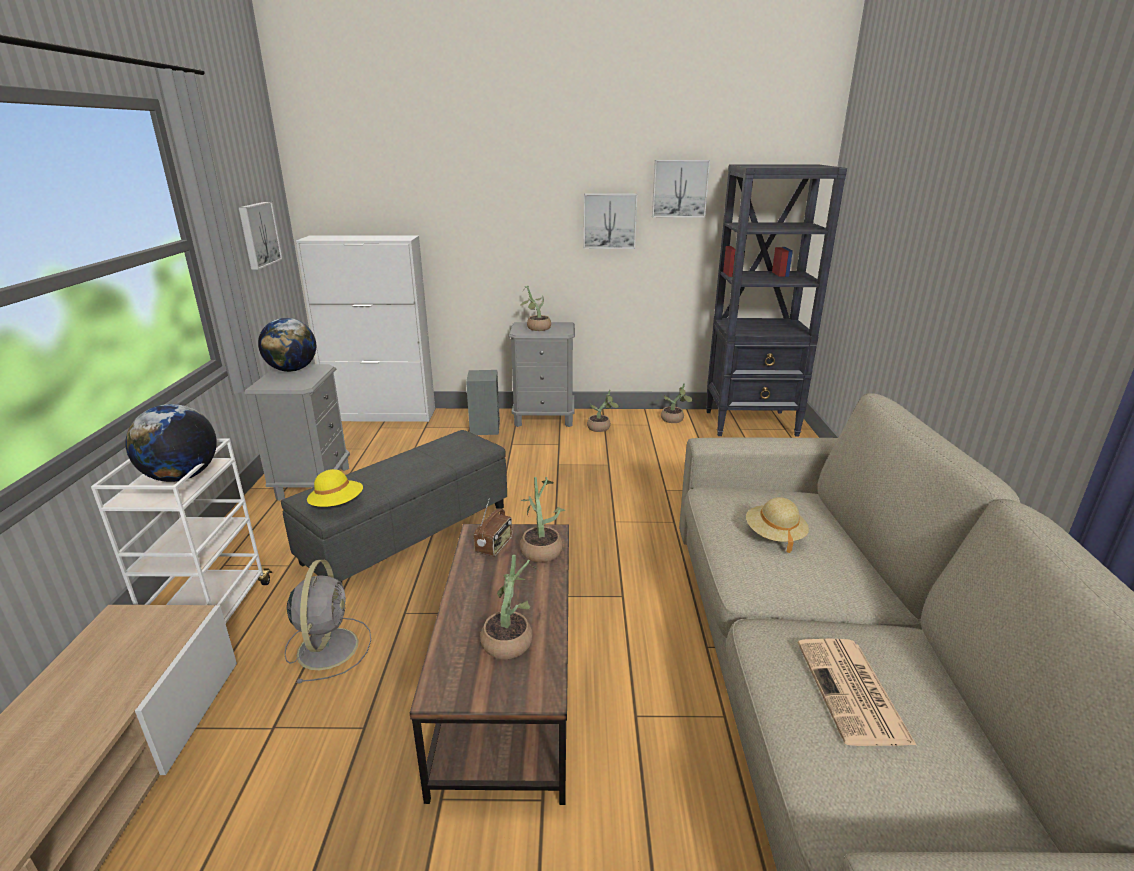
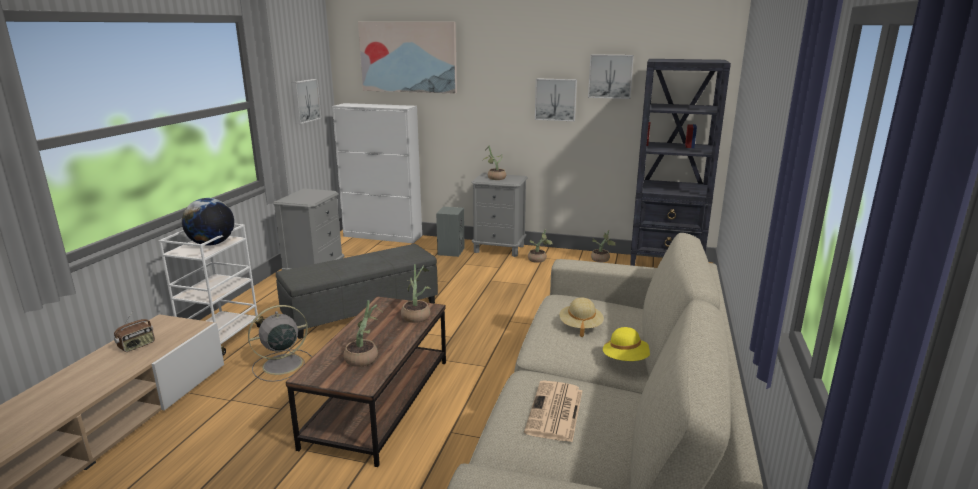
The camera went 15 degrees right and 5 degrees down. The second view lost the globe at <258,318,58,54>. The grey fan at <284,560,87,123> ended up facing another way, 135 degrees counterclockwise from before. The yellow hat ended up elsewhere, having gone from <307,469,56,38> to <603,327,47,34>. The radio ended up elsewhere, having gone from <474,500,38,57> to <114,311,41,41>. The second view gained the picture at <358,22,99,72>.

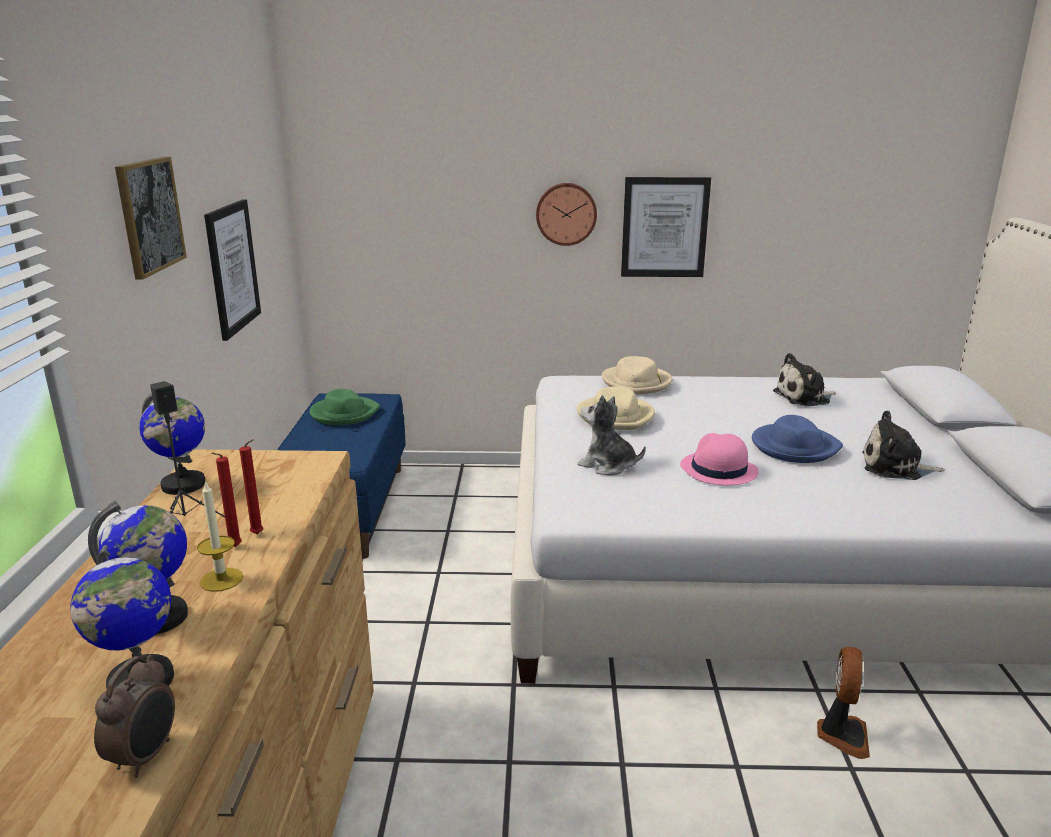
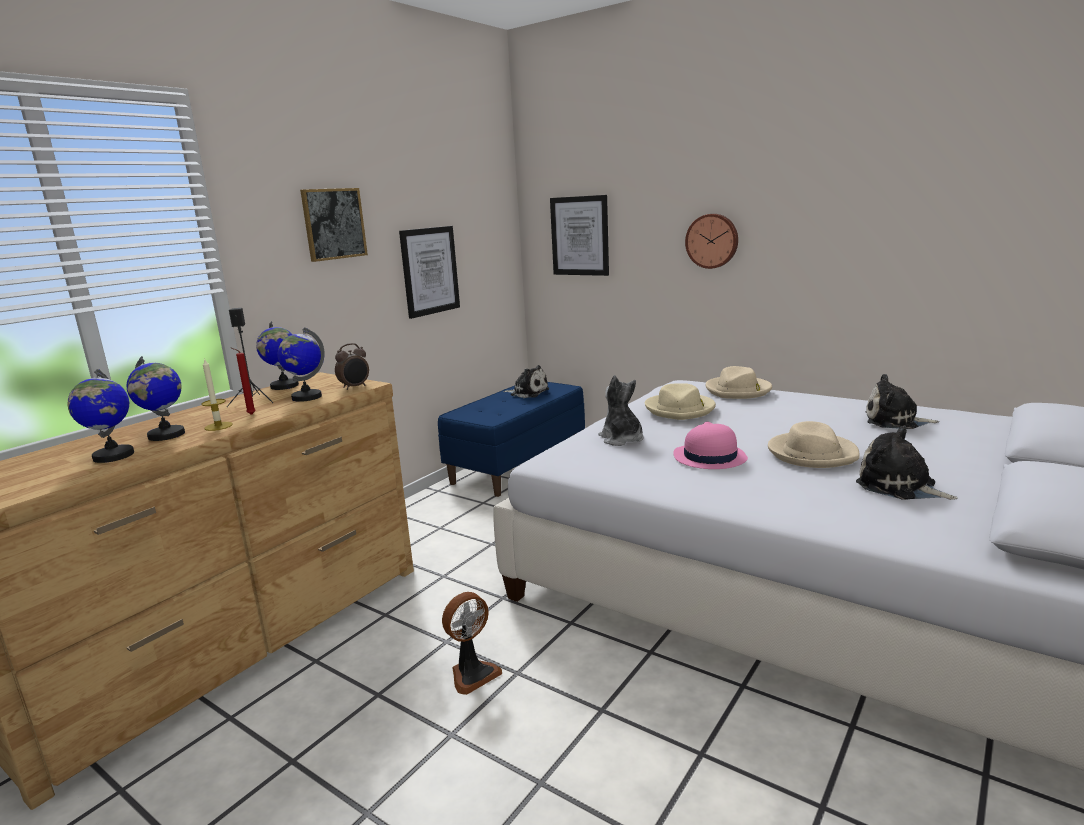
The camera went 35 degrees right and 5 degrees down. The alarm clock ended up elsewhere, having gone from <94,655,81,122> to <335,343,34,47>. The second view lost the red candle at <239,439,24,95>. Where the green hat stood at <309,389,71,36>, the plush toy came to stand at <503,365,46,33>. The picture ended up elsewhere, having gone from <621,177,90,100> to <550,195,59,81>. What was the blue hat at <752,415,91,48> turned into the beige hat at <768,421,92,47>. The fan ended up elsewhere, having gone from <817,647,53,112> to <442,592,60,103>. The second view gained the globe at <277,327,48,75>.

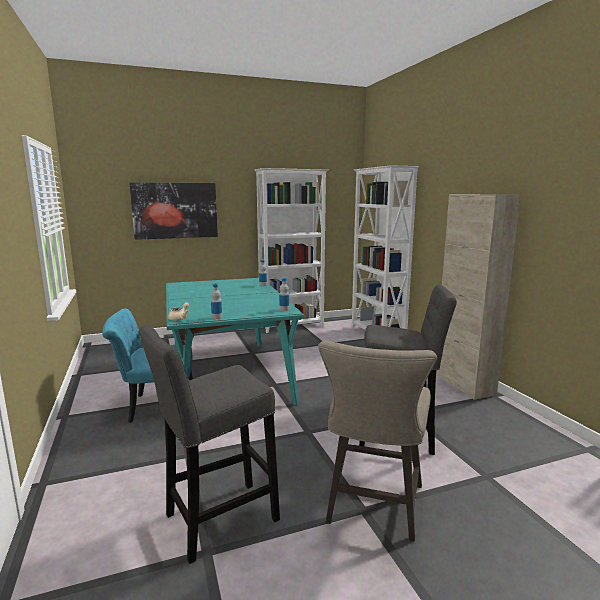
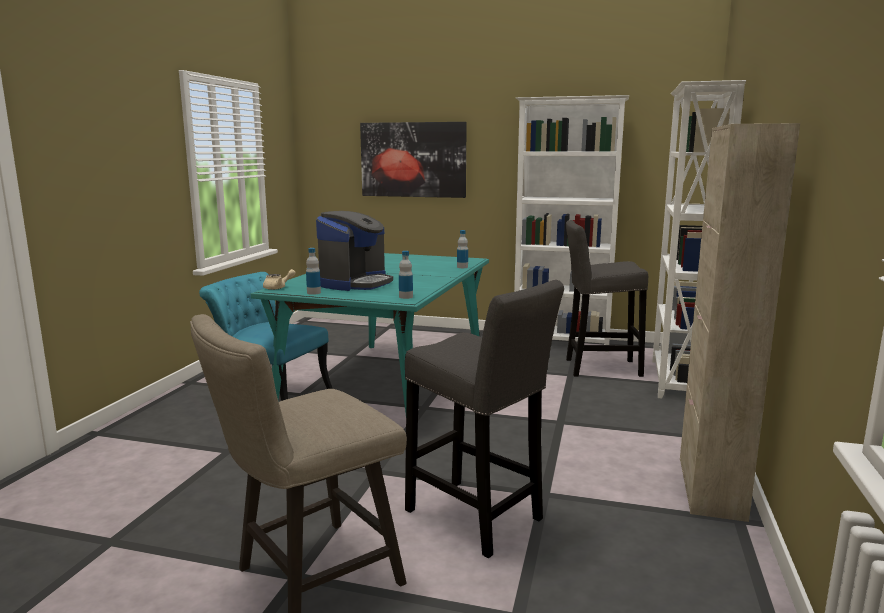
The camera went 35 degrees right and 0 degrees up. The grey stool ended up elsewhere, having gone from <139,324,141,240> to <566,220,82,157>. The second view gained the coffee machine at <316,211,77,80>.

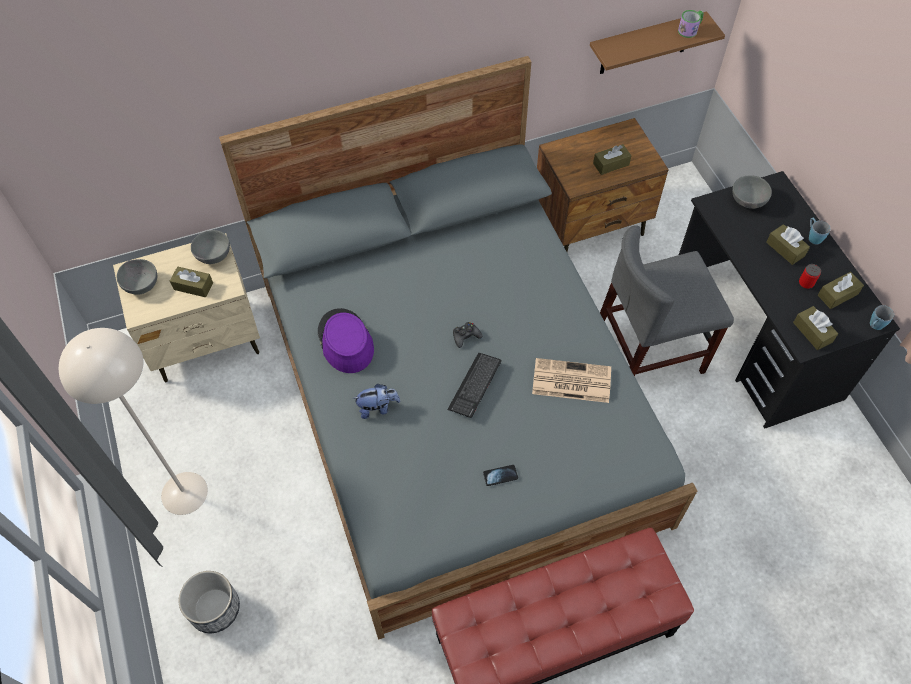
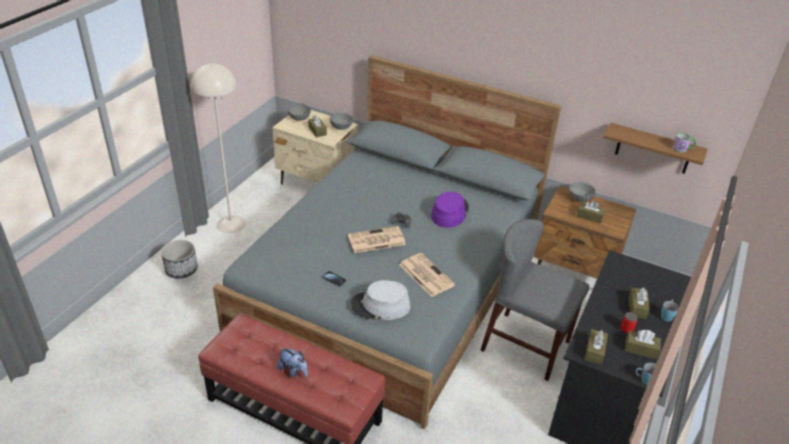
The camera went 45 degrees right and 20 degrees down. The purple hat ended up elsewhere, having gone from <318,308,56,65> to <431,192,38,36>. The plush toy ended up elsewhere, having gone from <352,384,48,35> to <278,348,30,30>. Where the keyboard stood at <447,353,54,65>, the newspaper came to stand at <348,226,58,27>. The grey bowl ended up elsewhere, having gone from <732,175,40,34> to <569,182,27,20>. The second view gained the grey hat at <350,280,61,40>.

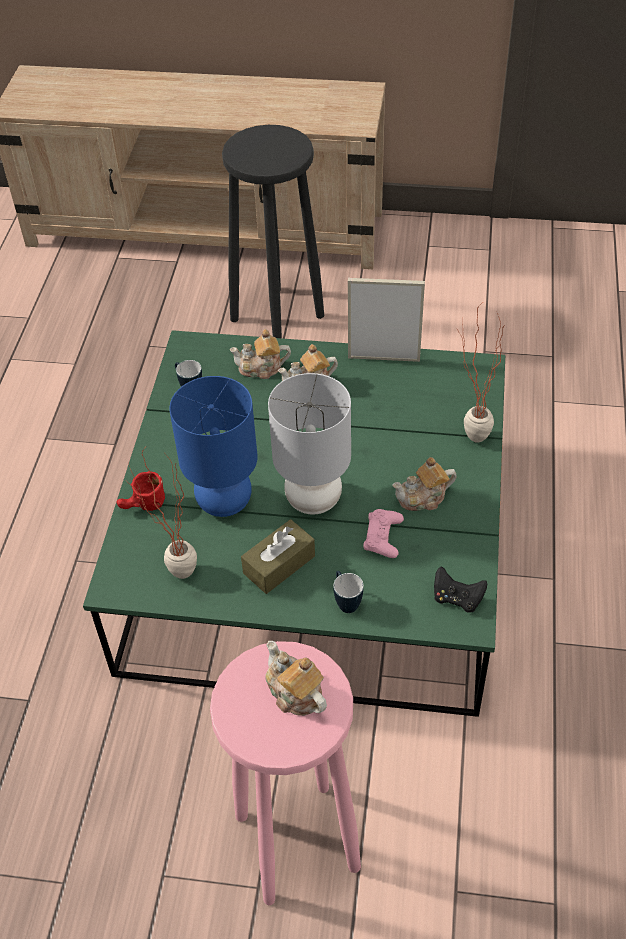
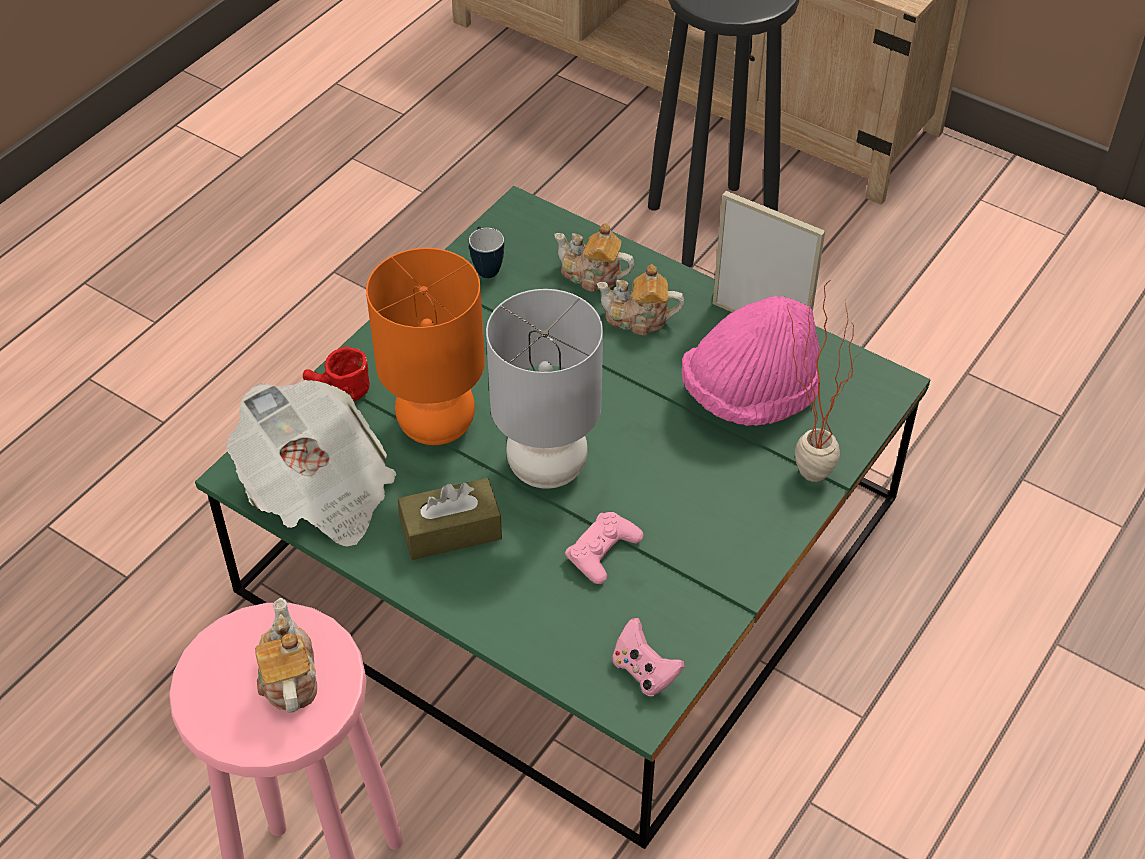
The camera went 25 degrees right and 0 degrees up. Where the potted plant stood at <128,446,69,133>, the newspaper came to stand at <227,380,169,167>. What was the blue table lamp at <169,376,89,141> turned into the orange table lamp at <366,248,119,197>. The second view lost the mug at <333,571,31,42>. The second view lost the teapot at <392,457,65,54>. What was the black game controller at <434,566,53,47> turned into the pink game controller at <612,618,73,78>. The second view gained the pink hat at <682,296,137,130>.

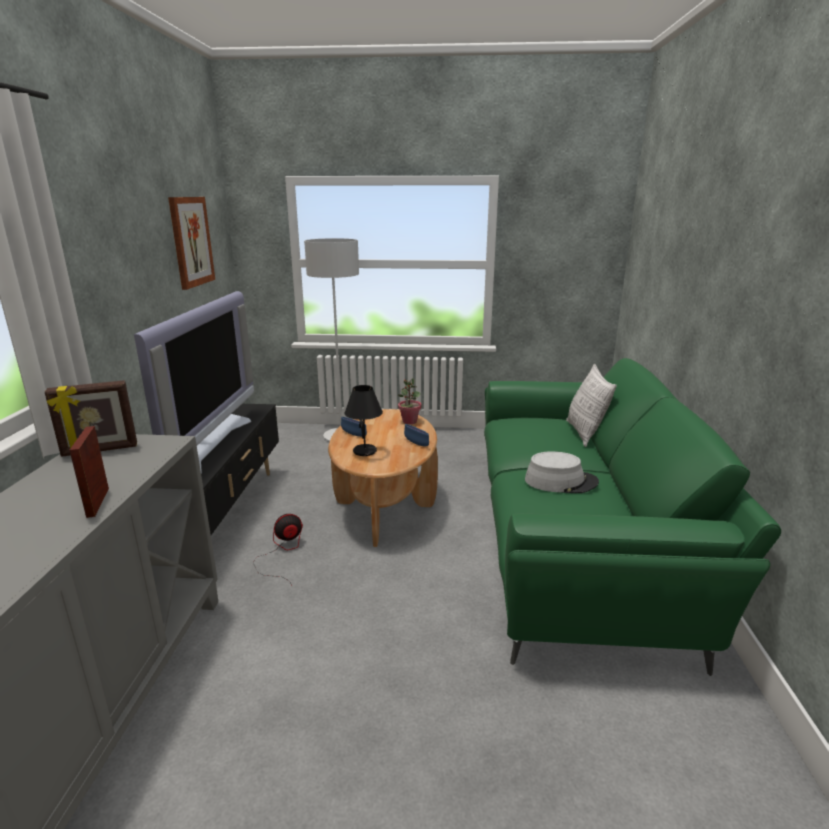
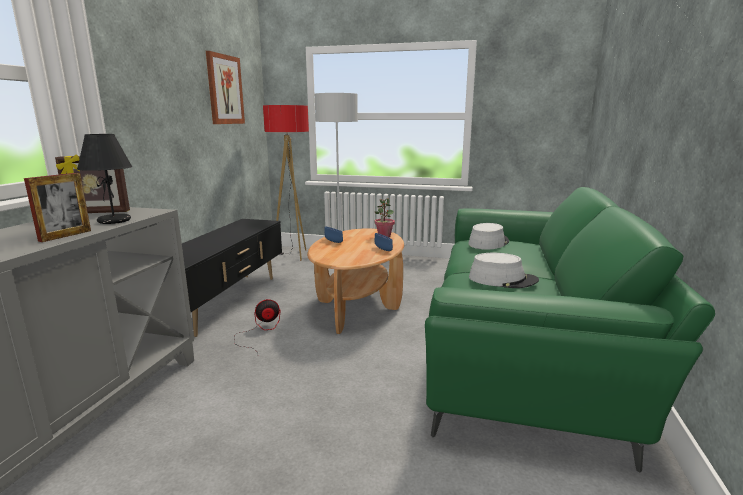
The camera went 10 degrees right and 5 degrees down. The picture frame at <70,426,39,92> ended up facing another way, 150 degrees counterclockwise from before. The second view lost the television at <134,291,120,183>. The black table lamp ended up elsewhere, having gone from <344,385,39,71> to <77,134,56,90>. The second view lost the pillow at <566,364,51,83>. The second view gained the floor lamp at <263,105,46,156>. The second view gained the grey hat at <468,223,41,27>.

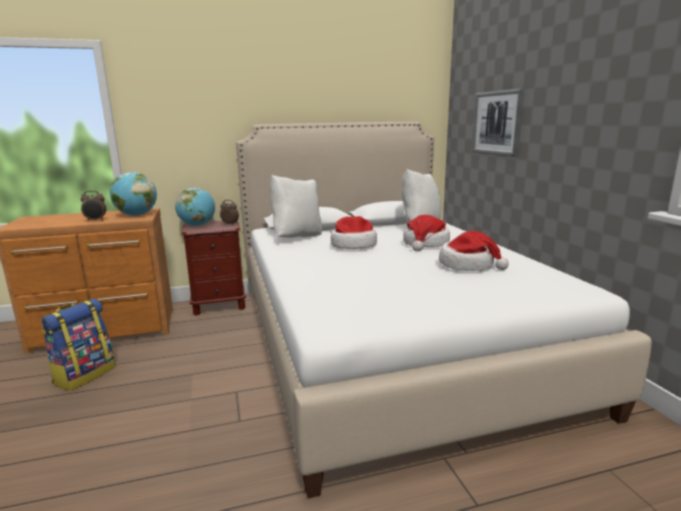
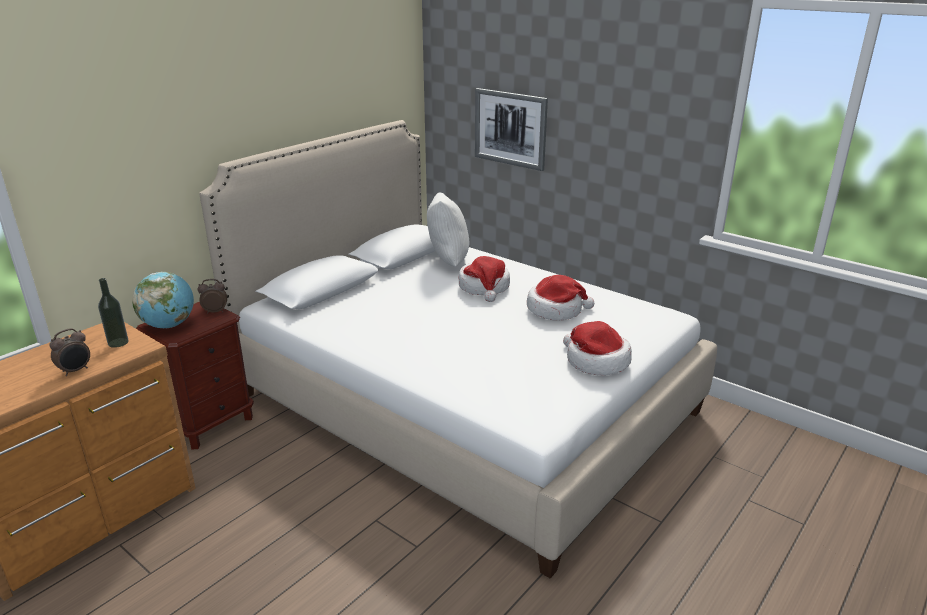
The camera went 35 degrees left and 10 degrees up. The second view lost the backpack at <41,299,74,92>. Where the globe stood at <110,172,47,44>, the bottle came to stand at <98,278,31,70>. The second view lost the white pillow at <270,175,52,63>. The hat ended up elsewhere, having gone from <331,216,46,33> to <563,321,69,54>.

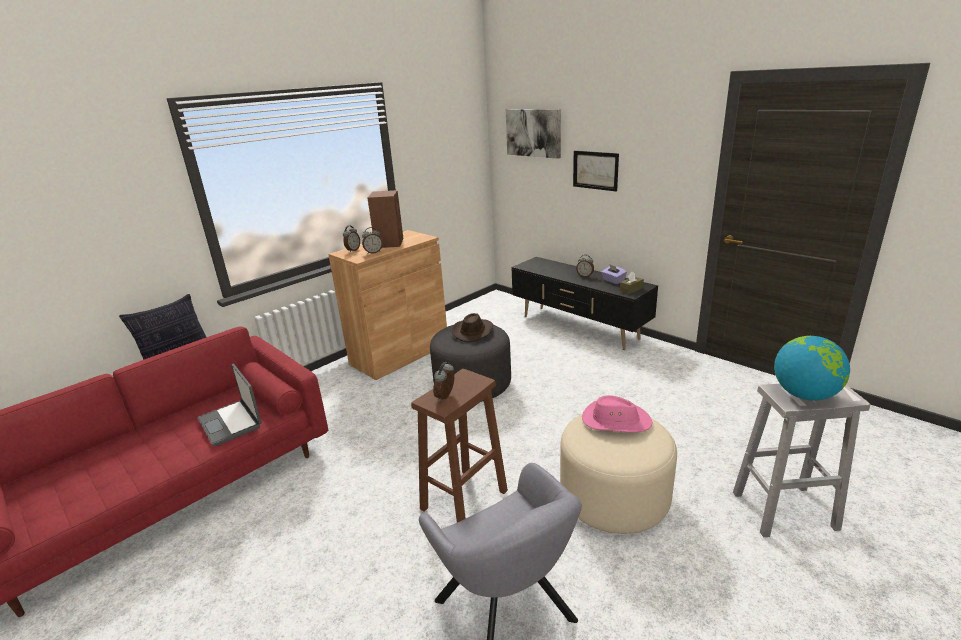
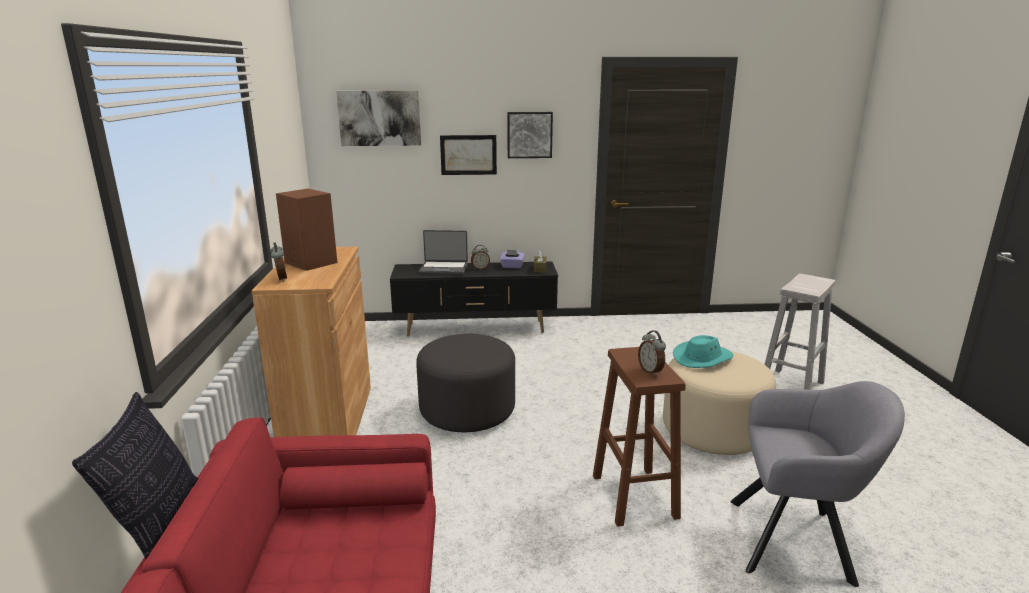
The camera went 50 degrees left and 5 degrees down. The laptop ended up elsewhere, having gone from <198,364,64,82> to <418,230,50,45>. The second view lost the alarm clock at <362,227,21,27>. The second view lost the brown hat at <452,313,41,29>. What was the pink hat at <582,395,71,38> turned into the turquoise hat at <673,335,60,33>. The second view lost the globe at <774,336,76,64>. The second view gained the picture at <507,112,46,46>.

